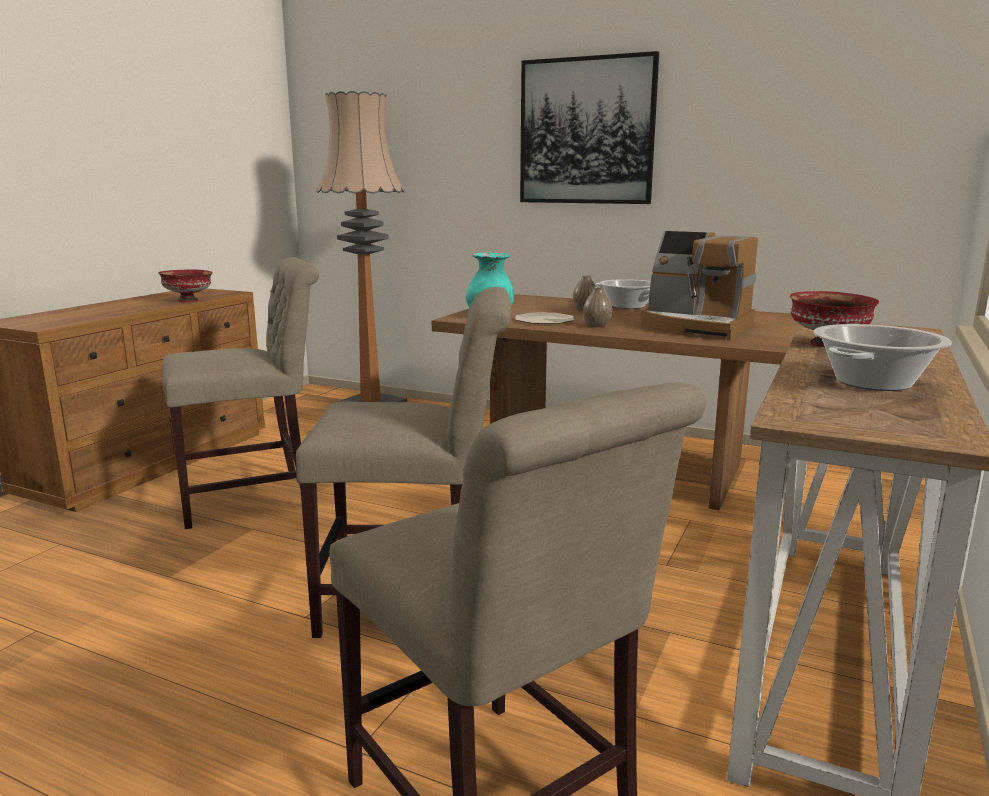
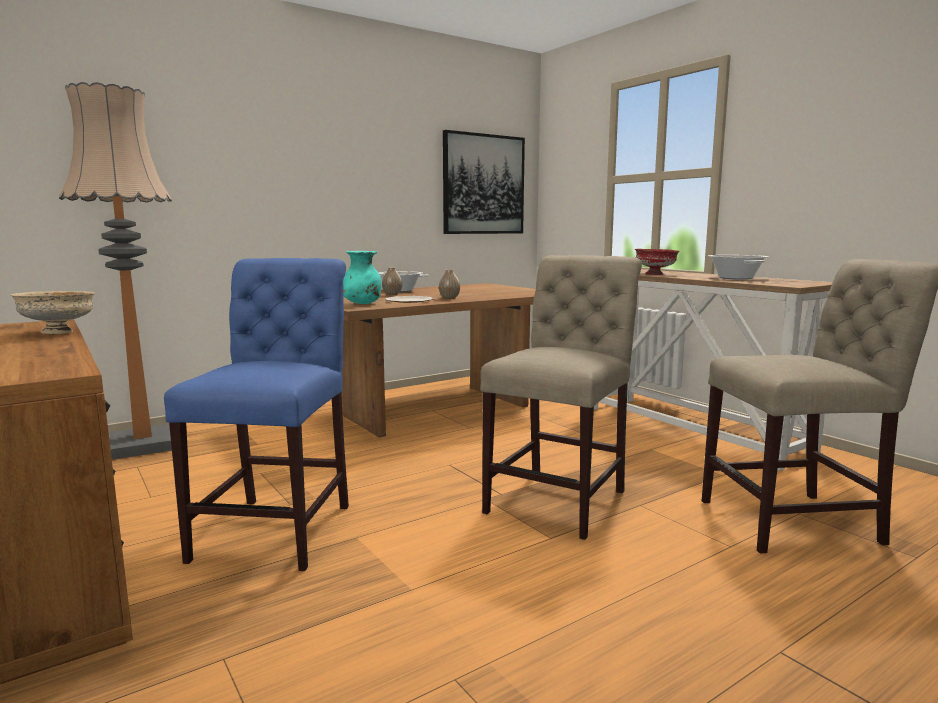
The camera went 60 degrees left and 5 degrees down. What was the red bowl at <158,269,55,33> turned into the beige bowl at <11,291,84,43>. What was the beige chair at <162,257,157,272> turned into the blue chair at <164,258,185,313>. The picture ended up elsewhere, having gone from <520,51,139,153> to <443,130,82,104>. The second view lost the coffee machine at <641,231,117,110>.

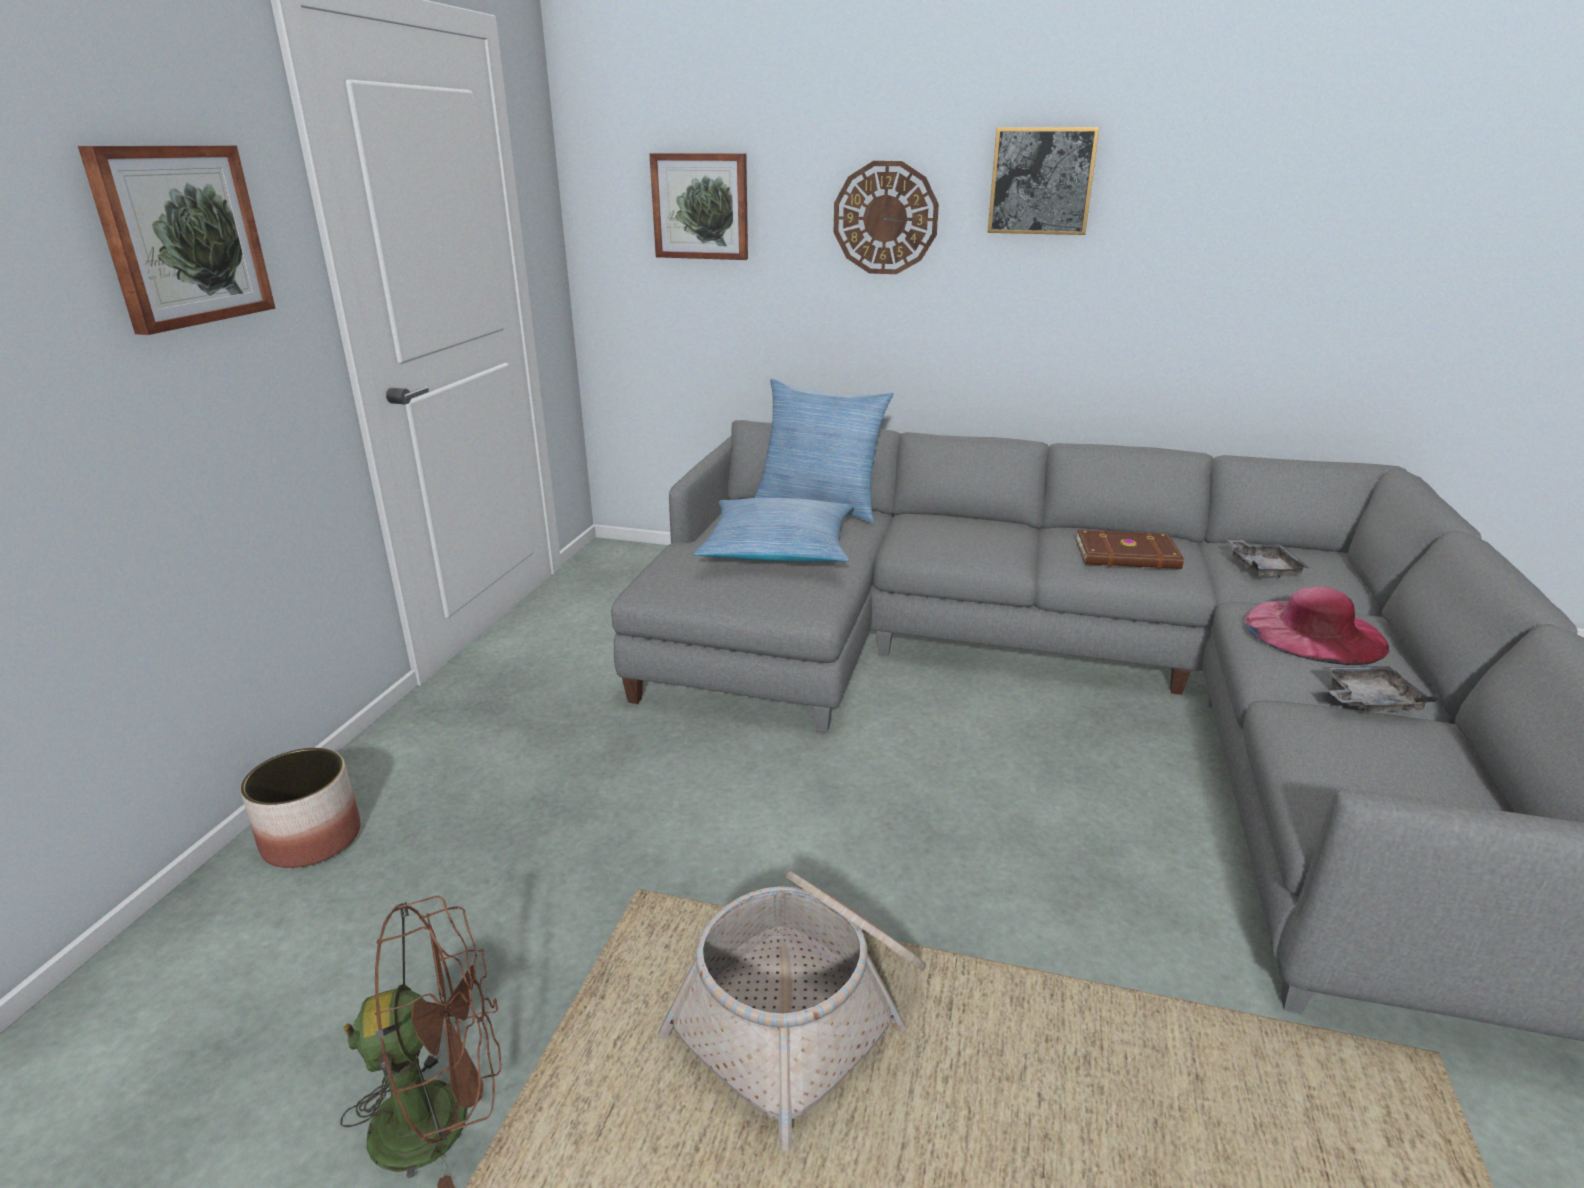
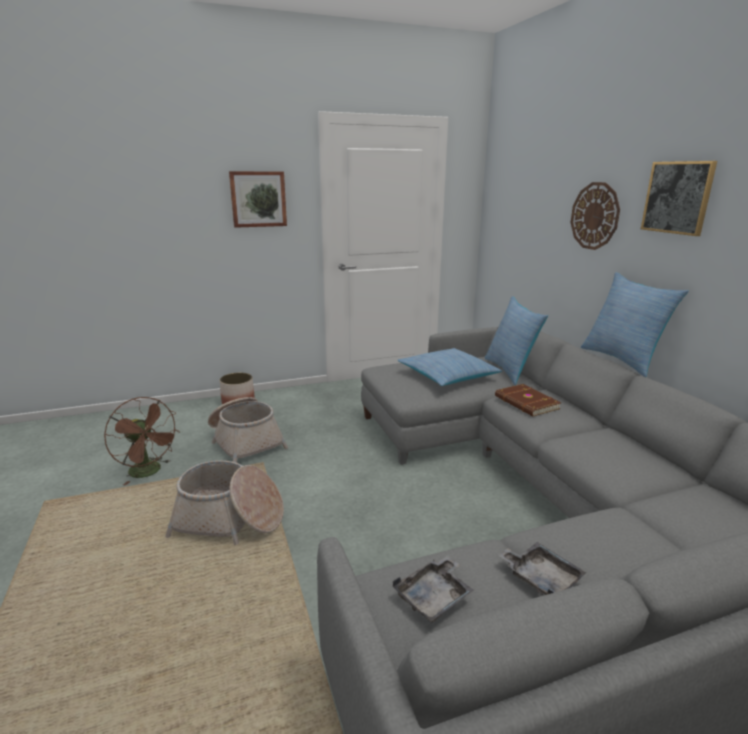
The camera went 55 degrees right and 5 degrees down. The second view lost the picture at <649,153,99,107>. The brown book ended up elsewhere, having gone from <1076,530,108,39> to <495,384,66,32>. The grey tray ended up elsewhere, having gone from <1227,540,83,38> to <393,556,81,66>. The second view lost the pink hat at <1244,586,145,79>. The second view gained the basket at <208,397,80,66>. The second view gained the pillow at <581,272,108,105>.

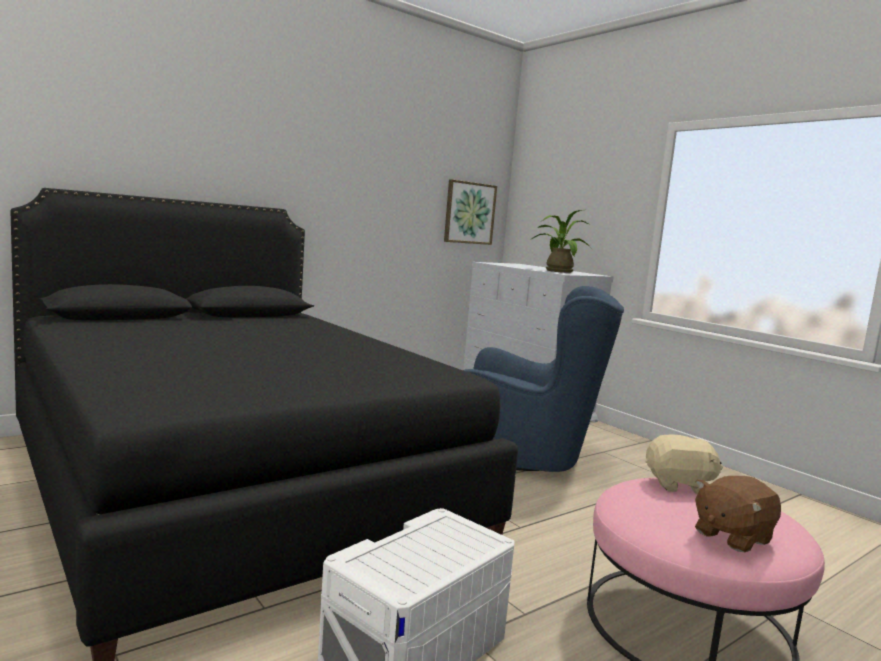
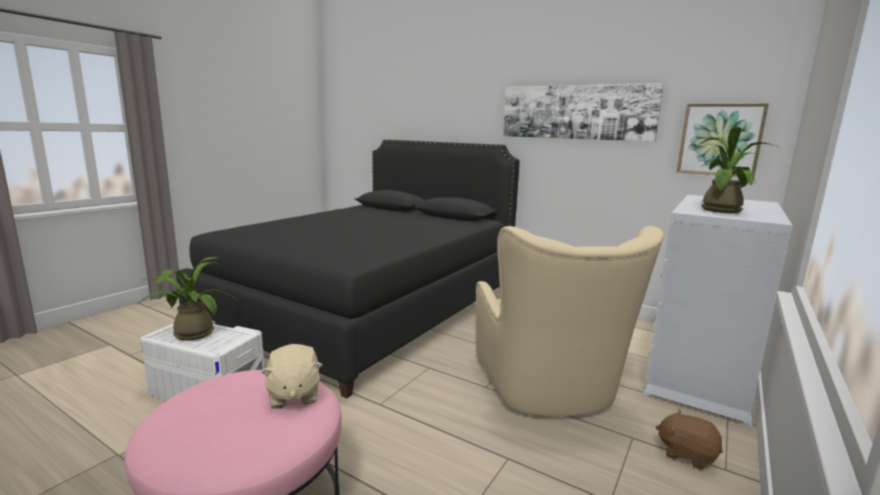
The camera went 70 degrees right and 5 degrees up. What was the blue armchair at <463,286,161,186> turned into the beige armchair at <475,226,189,190>. The brown plush toy ended up elsewhere, having gone from <695,476,86,76> to <656,409,67,60>. The second view gained the potted plant at <137,257,100,84>. The second view gained the picture at <503,83,161,59>.

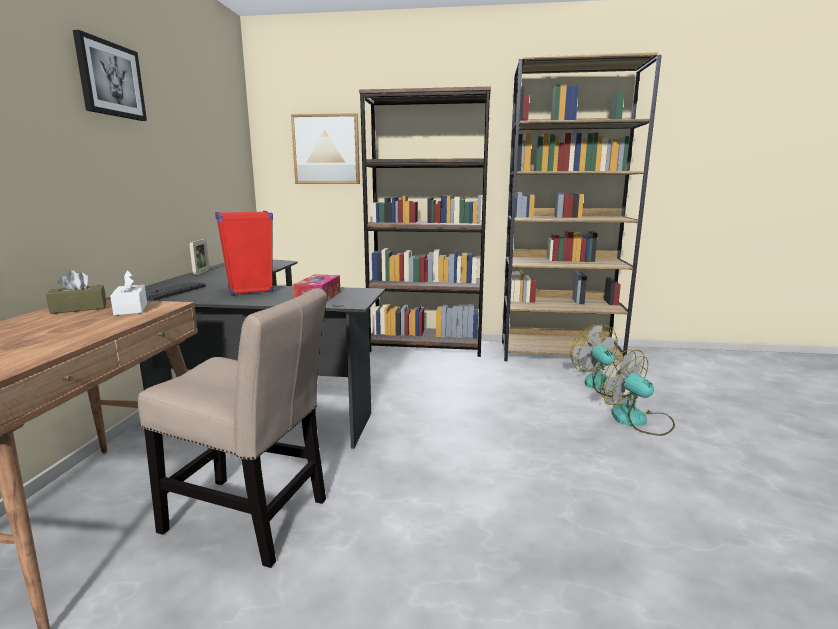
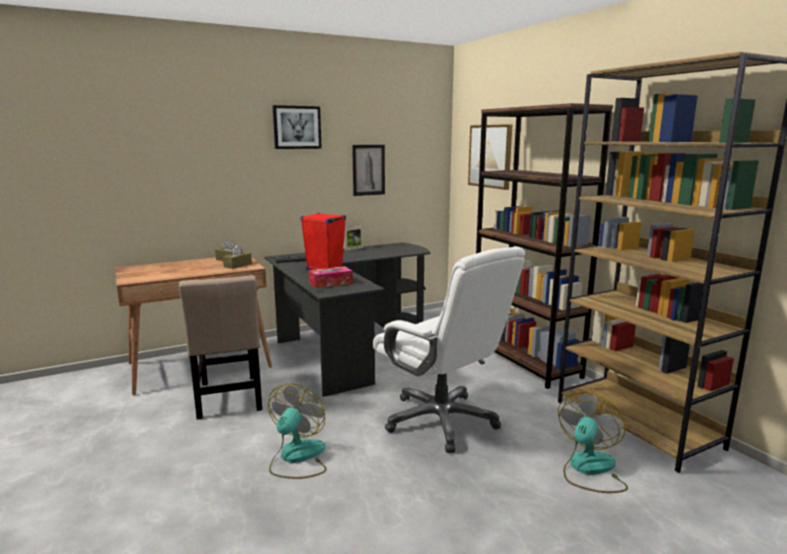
The camera went 55 degrees right and 0 degrees up. What was the white tissue box at <110,270,37,46> turned into the brown tissue box at <223,244,29,25>. The fan ended up elsewhere, having gone from <600,350,75,86> to <268,384,59,95>. The second view gained the picture at <352,145,33,51>. The second view gained the white office chair at <373,247,152,206>.

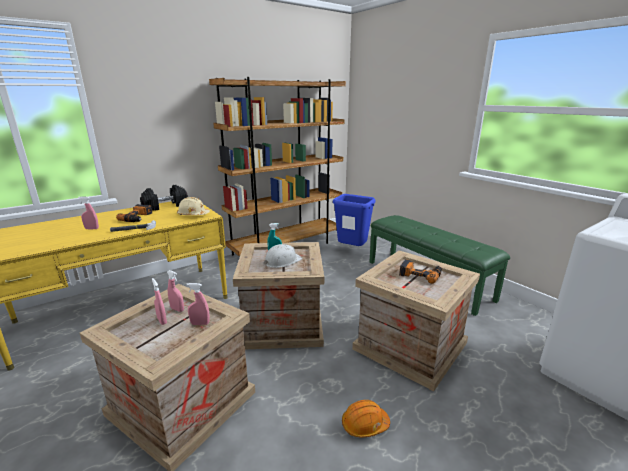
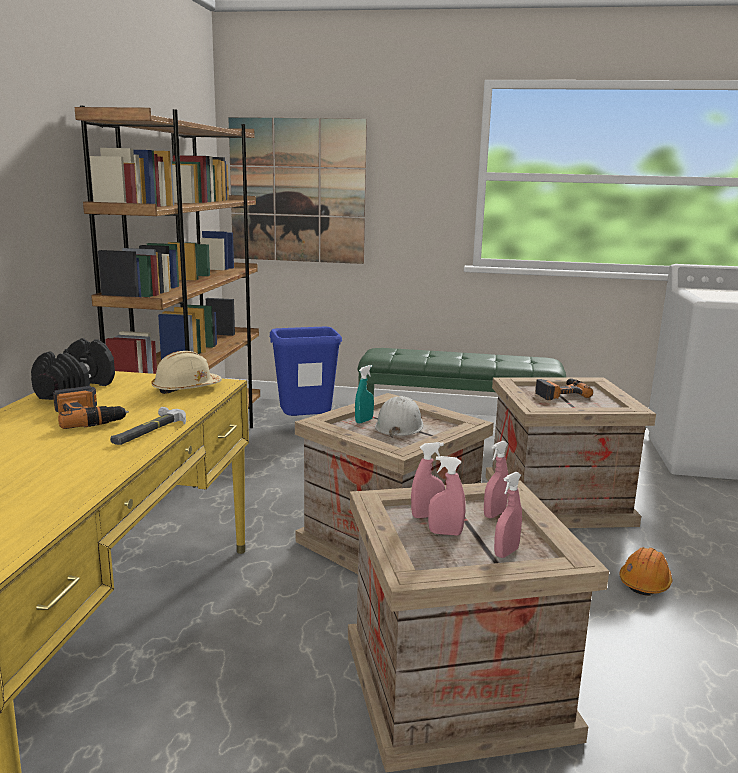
The camera went 45 degrees left and 5 degrees down. The pink spray bottle ended up elsewhere, having gone from <78,197,21,32> to <494,472,28,86>. The second view gained the picture at <228,117,139,147>.

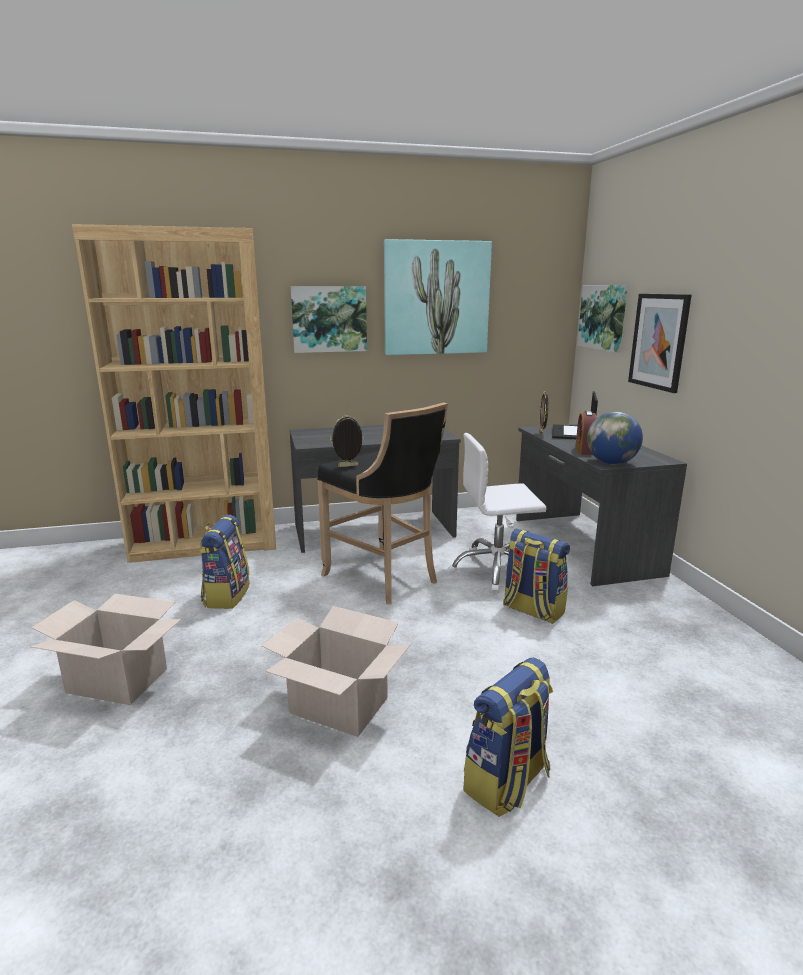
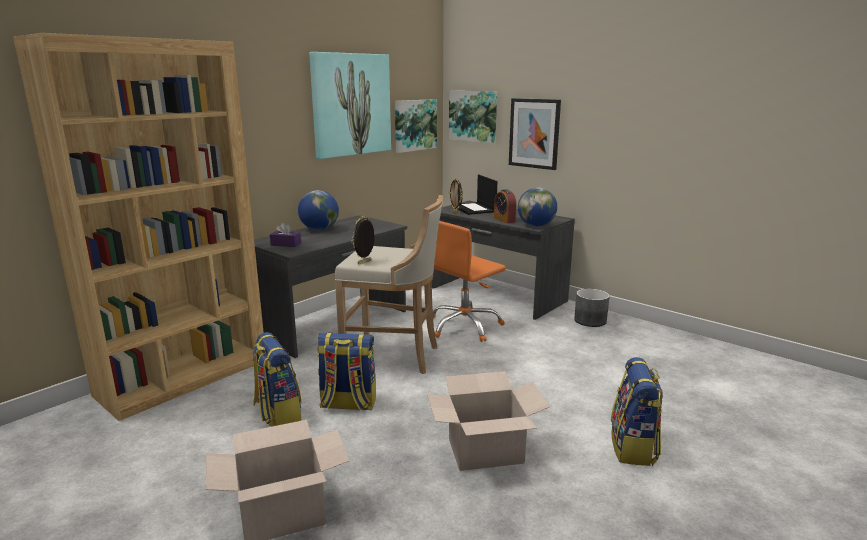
The camera went 35 degrees left and 0 degrees up. The picture ended up elsewhere, having gone from <290,286,77,67> to <395,99,42,54>. What was the black stool at <317,402,131,203> turned into the beige stool at <335,195,108,179>. What was the white office chair at <448,433,98,159> turned into the orange office chair at <433,221,73,121>. The backpack ended up elsewhere, having gone from <503,528,67,96> to <317,333,59,78>. The second view gained the purple tissue box at <270,223,31,24>. The second view gained the globe at <298,190,41,41>. The second view gained the grey planter at <574,289,36,38>.

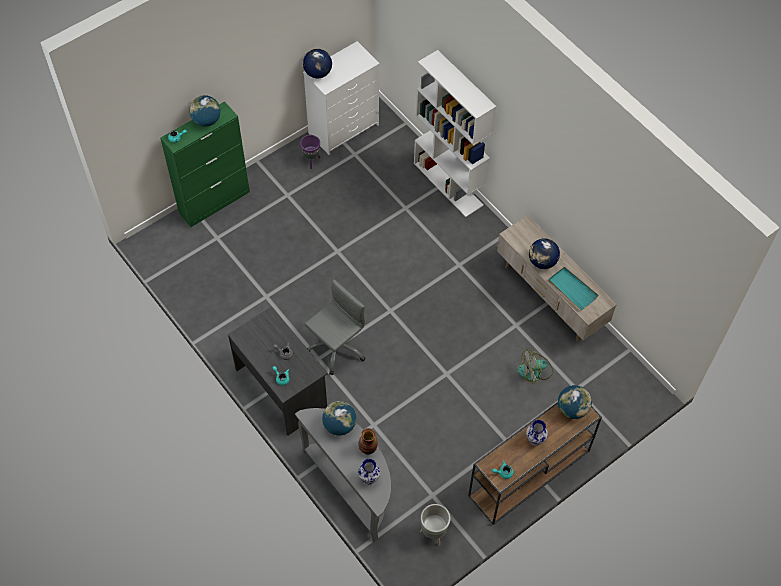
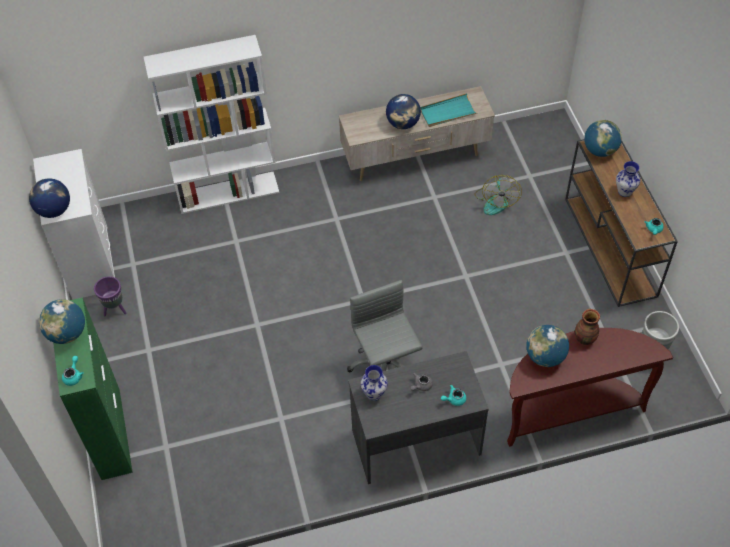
The camera went 65 degrees left and 5 degrees down. What was the grey console table at <295,408,96,134> turned into the brown console table at <507,328,166,119>. The vase ended up elsewhere, having gone from <358,459,22,26> to <361,365,27,36>.

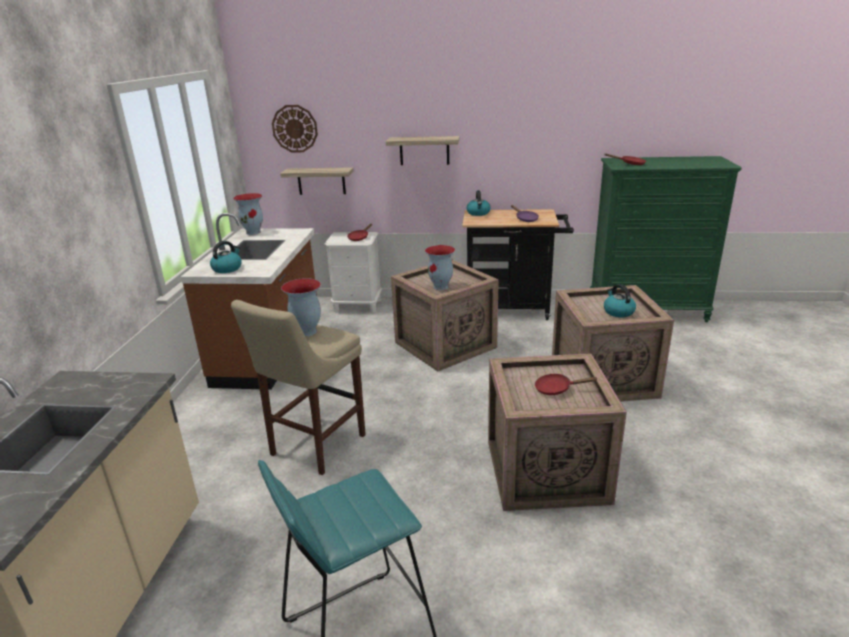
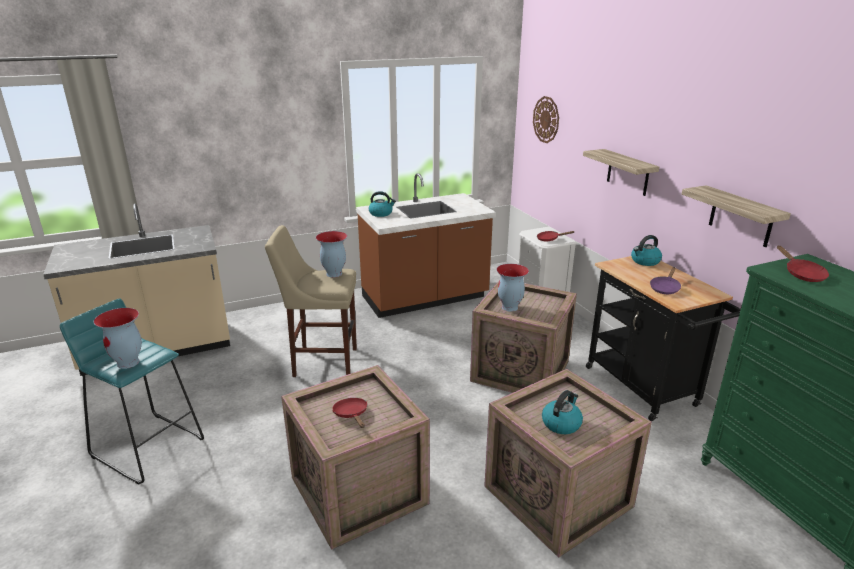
The camera went 60 degrees right and 0 degrees up. The vase ended up elsewhere, having gone from <233,193,30,42> to <94,308,48,61>. The shelf ended up elsewhere, having gone from <280,167,74,28> to <682,185,109,62>.

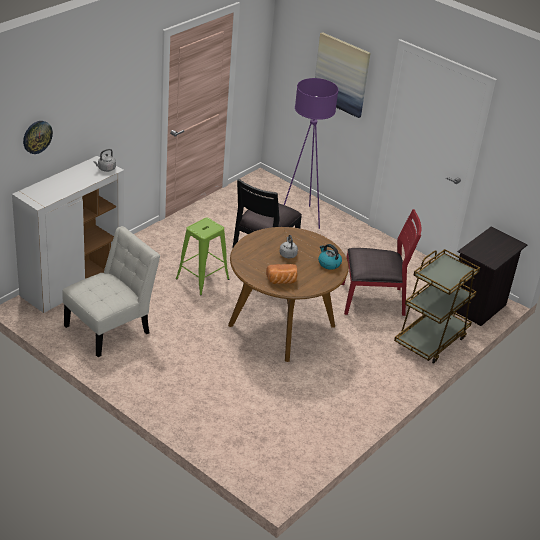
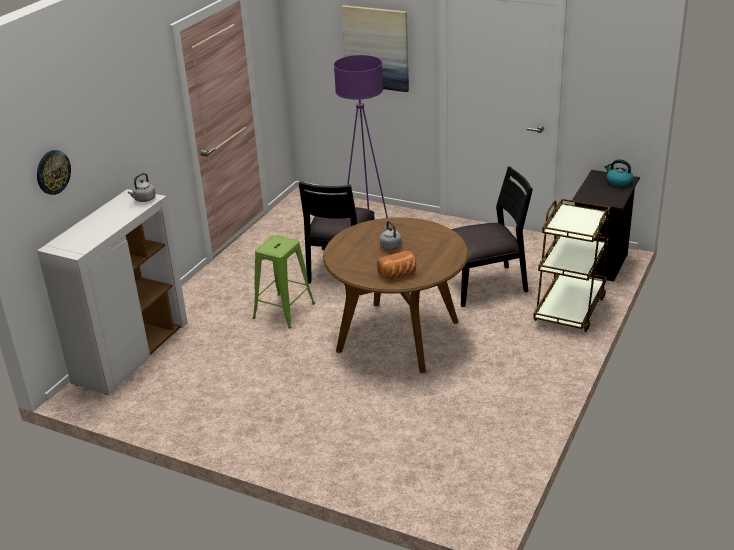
The camera went 10 degrees left and 5 degrees down. The second view lost the white chair at <62,226,98,131>. The kettle ended up elsewhere, having gone from <318,244,24,26> to <604,159,29,28>. What was the red chair at <341,209,80,107> turned into the black chair at <451,166,82,141>.

